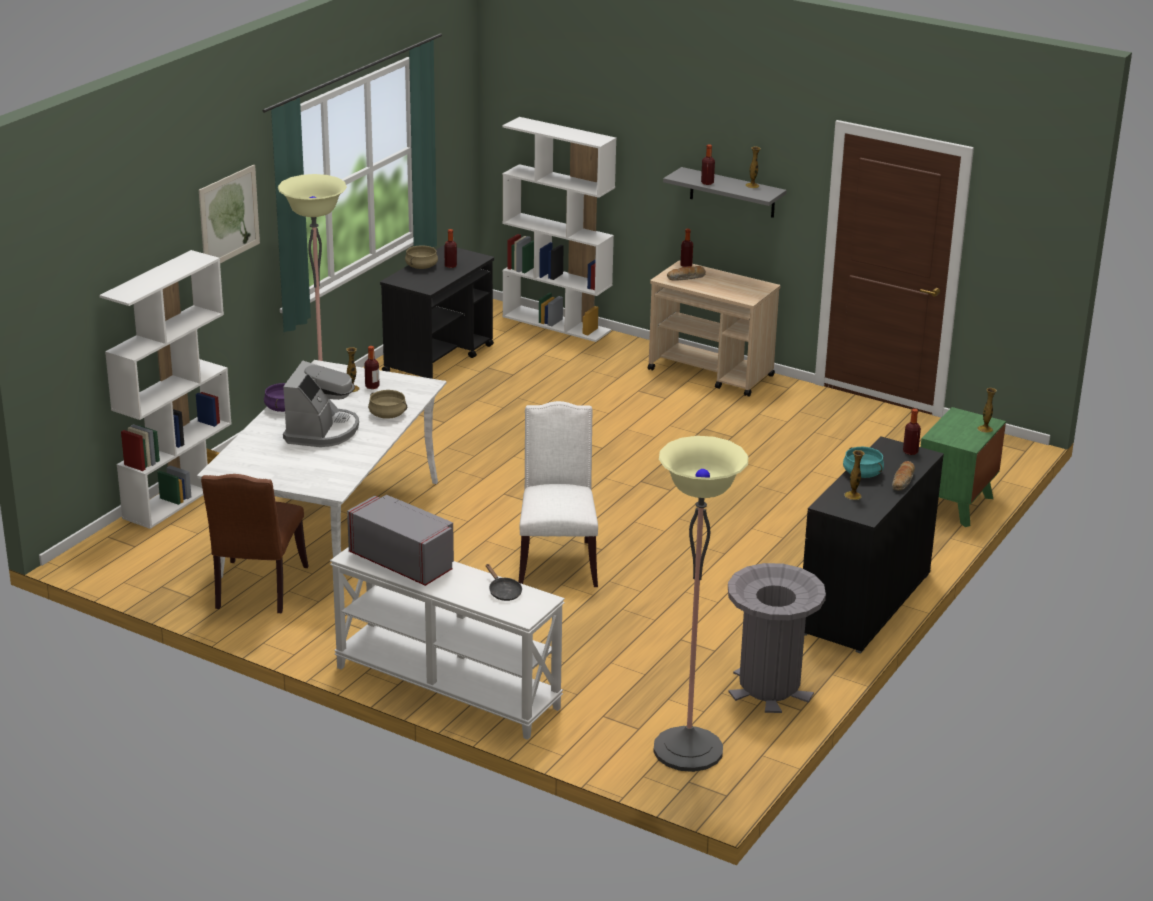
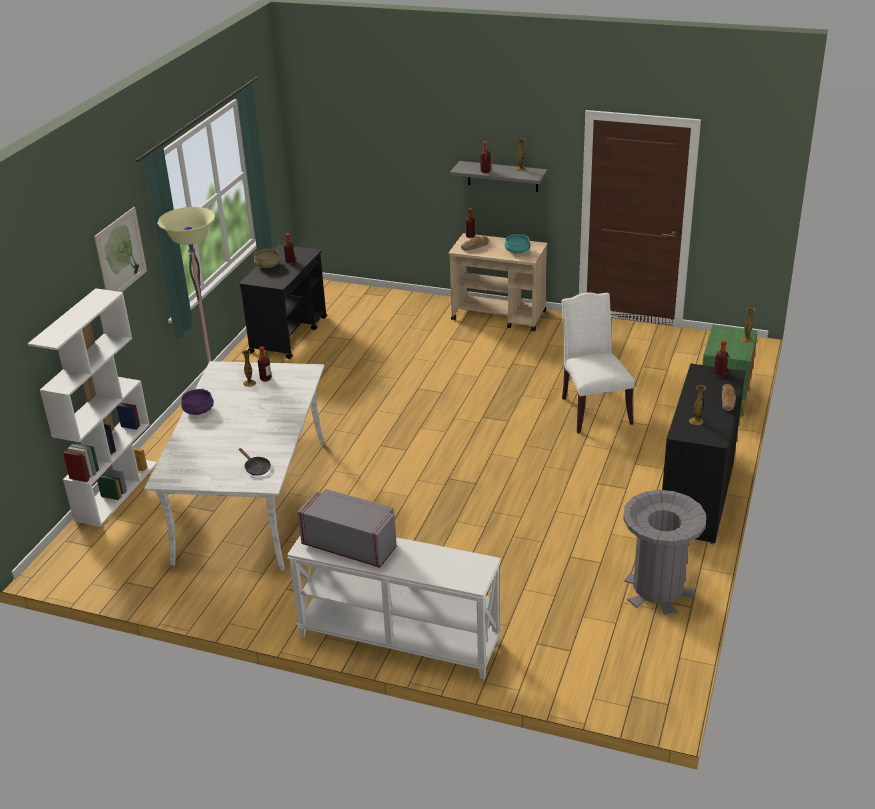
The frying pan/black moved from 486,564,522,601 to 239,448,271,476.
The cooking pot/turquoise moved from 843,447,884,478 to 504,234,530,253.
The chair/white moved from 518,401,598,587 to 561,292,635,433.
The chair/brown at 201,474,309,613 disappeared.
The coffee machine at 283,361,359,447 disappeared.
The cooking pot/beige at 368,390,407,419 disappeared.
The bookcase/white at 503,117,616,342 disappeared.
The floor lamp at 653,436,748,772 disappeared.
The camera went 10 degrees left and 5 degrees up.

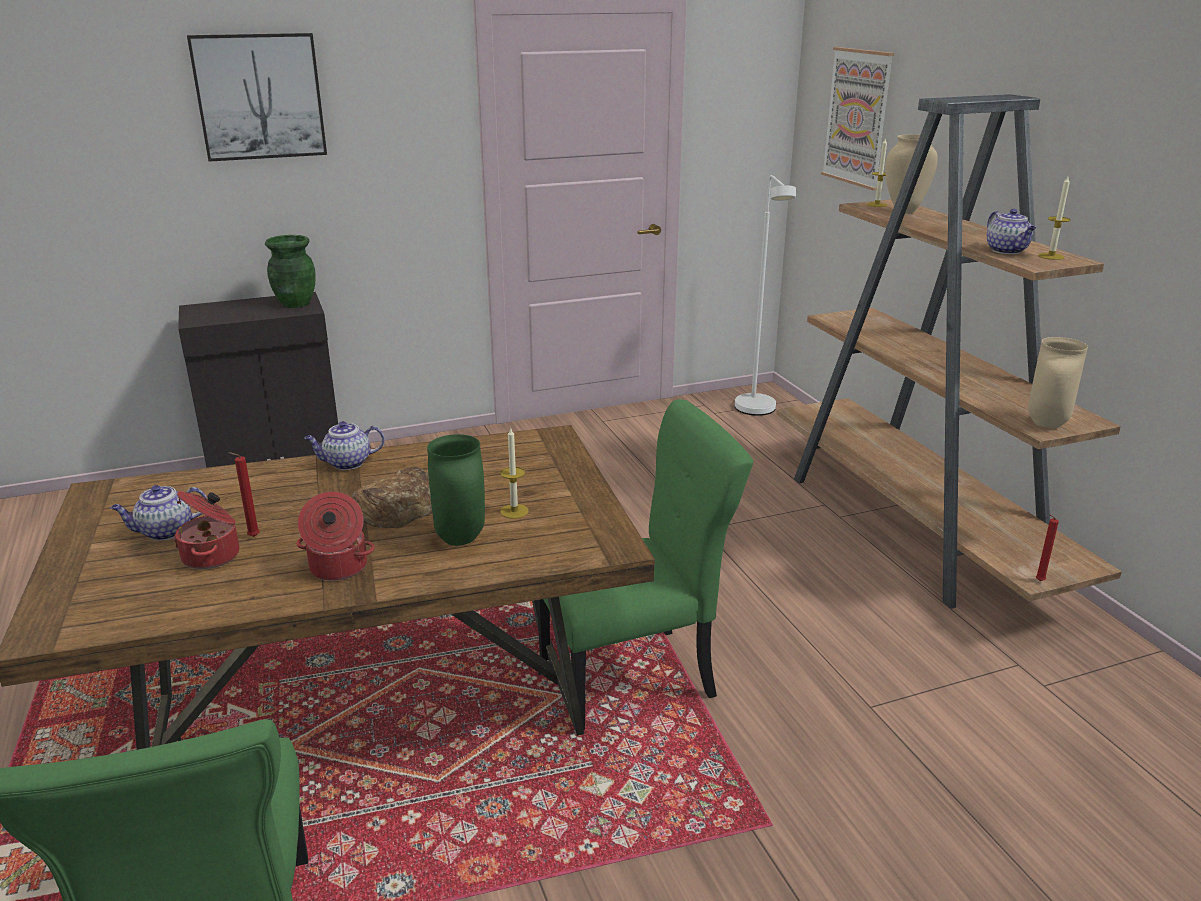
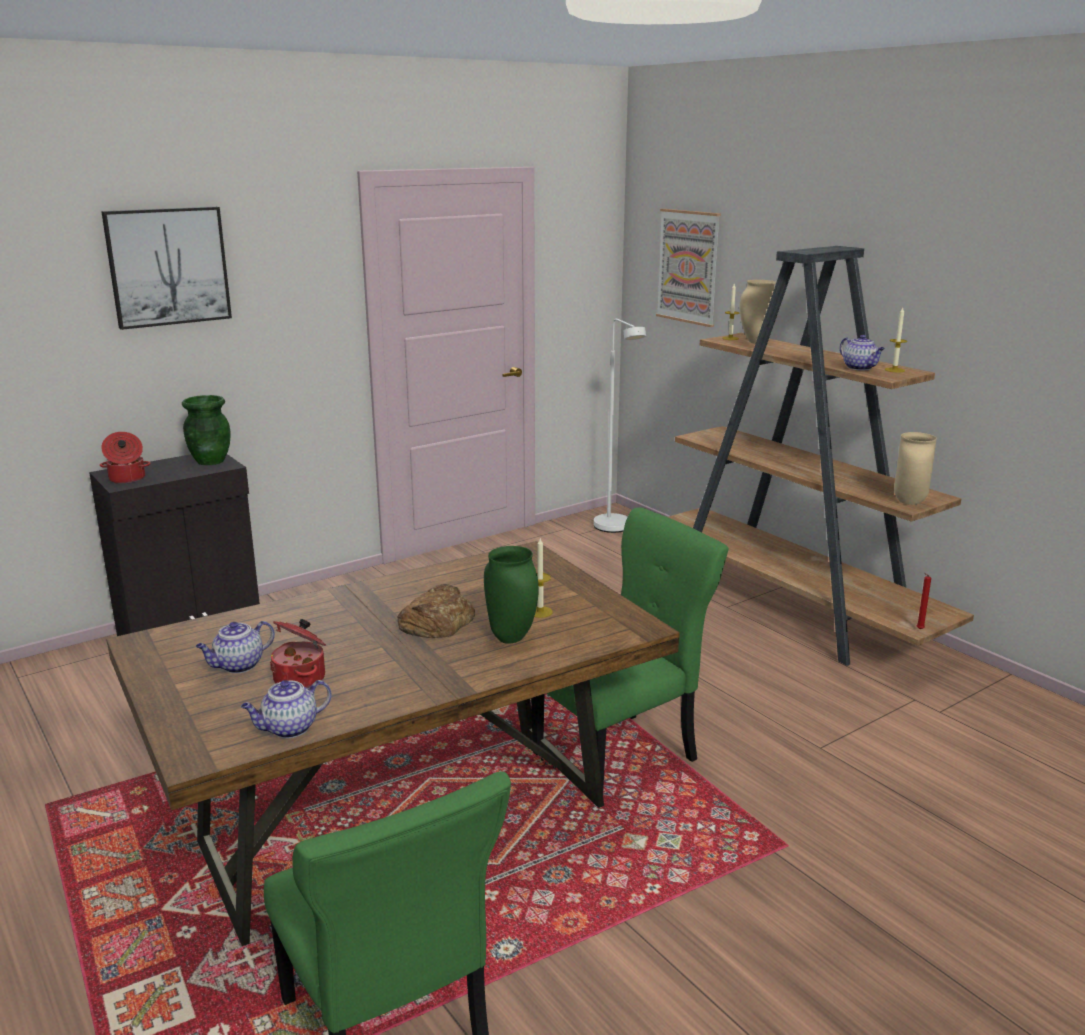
The cooking pot moved from 296,492,375,581 to 100,432,151,484.
The teapot moved from 304,421,385,470 to 241,680,332,738.
The candle/red at 228,452,260,537 disappeared.
The camera went 15 degrees left and 5 degrees down.

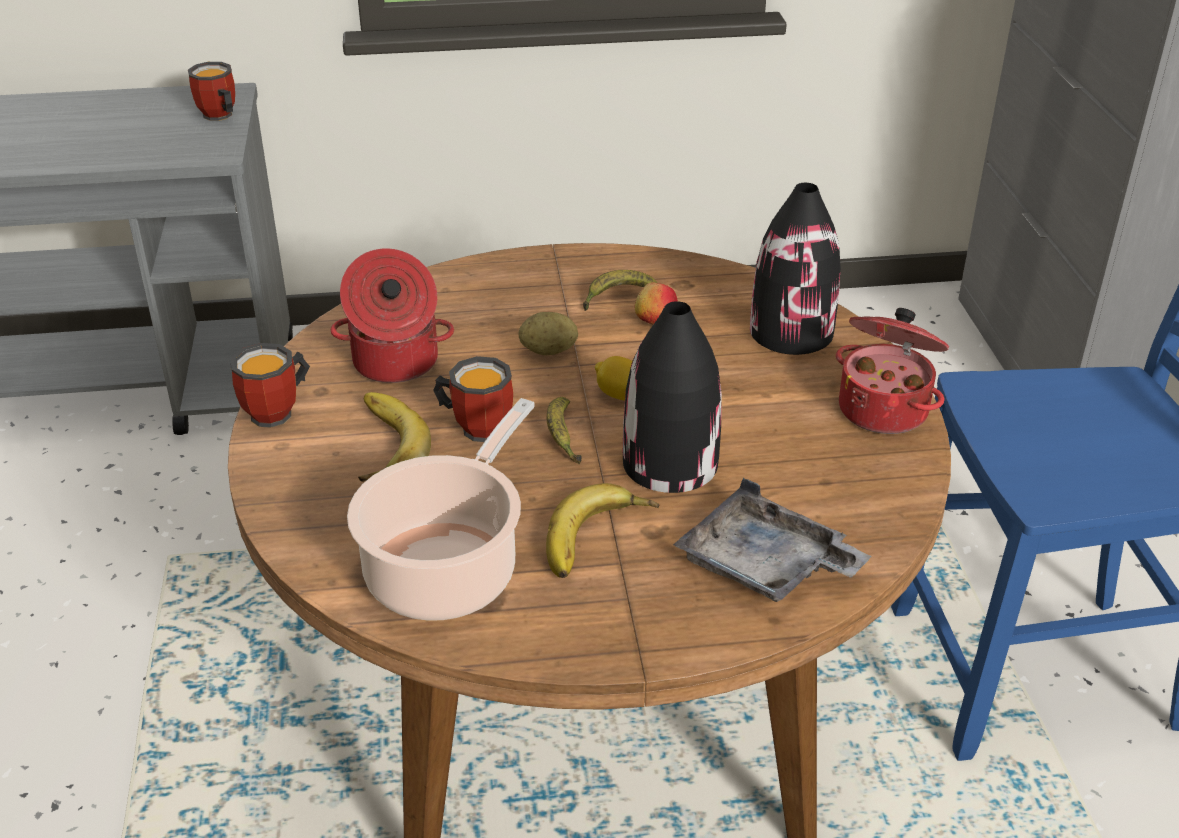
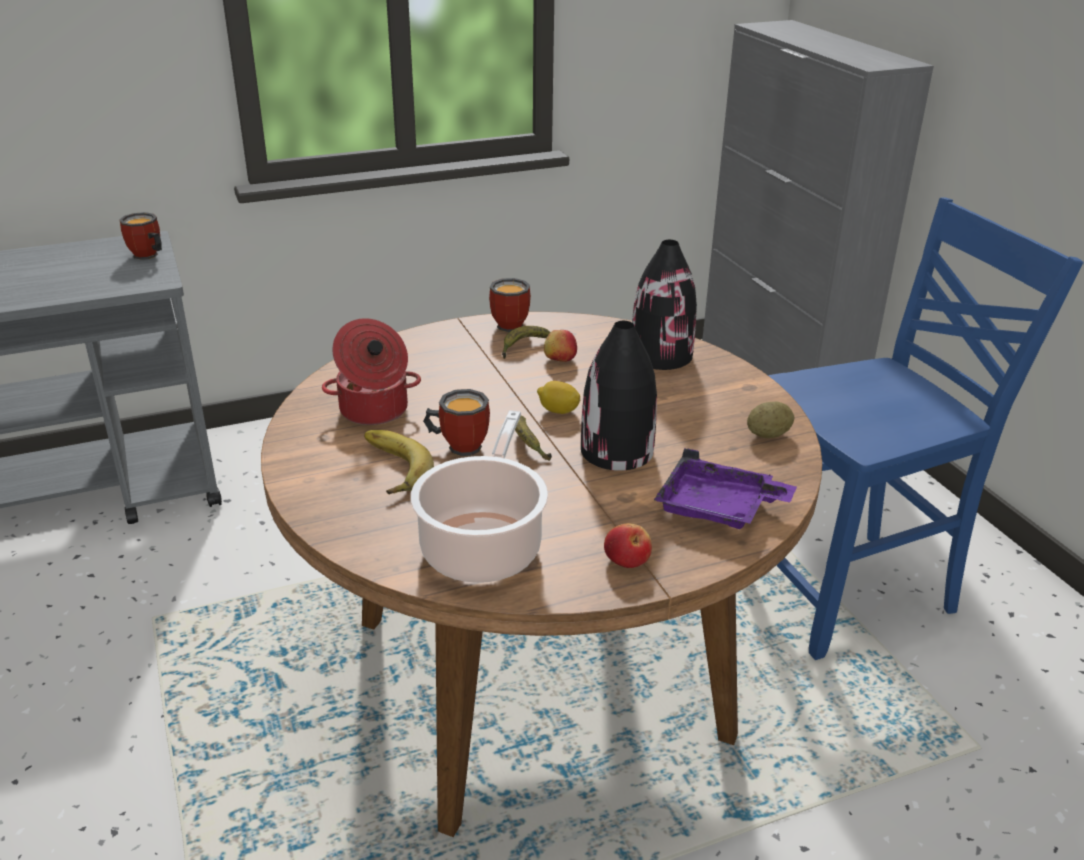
The mug moved from 231,343,310,428 to 489,278,531,332.
The apple at 604,523,652,568 appeared.
The tray/grey at 673,478,871,602 became the tray/purple at 654,448,797,529.
The potato moved from 518,312,578,355 to 747,402,794,438.
The banana at 546,483,660,578 disappeared.
The cooking pot at 836,308,949,434 disappeared.
The camera went 15 degrees left and 5 degrees down.

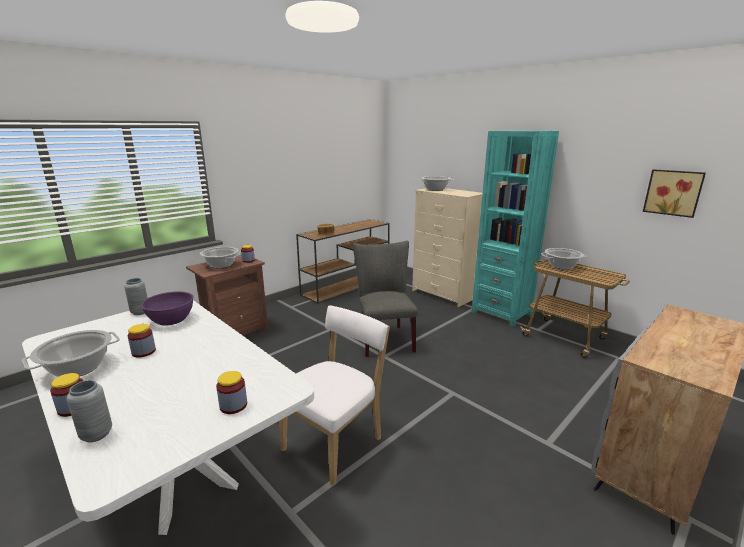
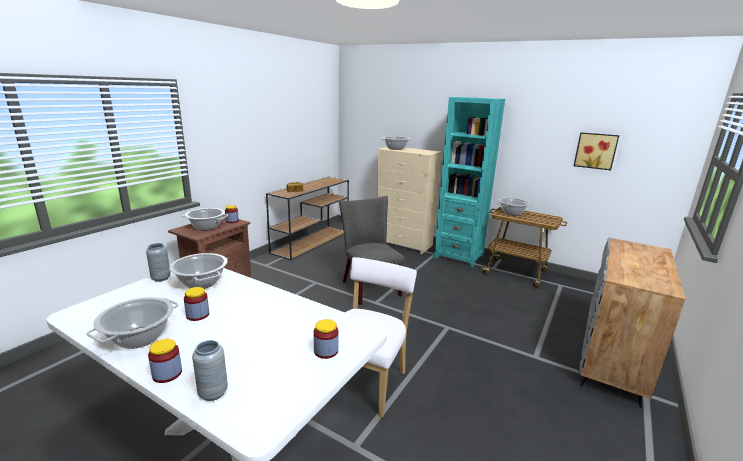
The bowl/purple at 141,291,194,325 was replaced by the cooking pot at 169,253,228,289.
The camera went 15 degrees left and 0 degrees up.

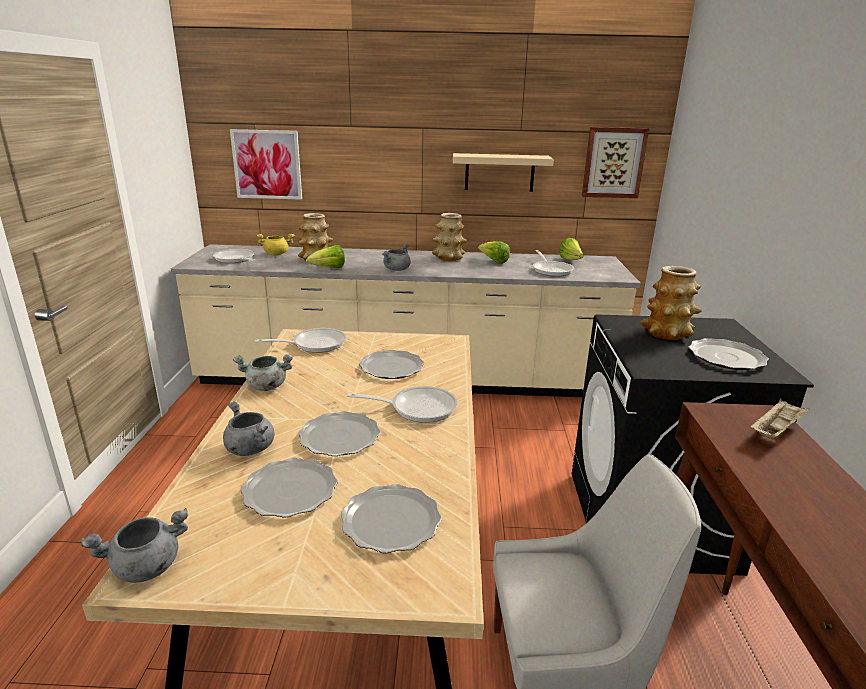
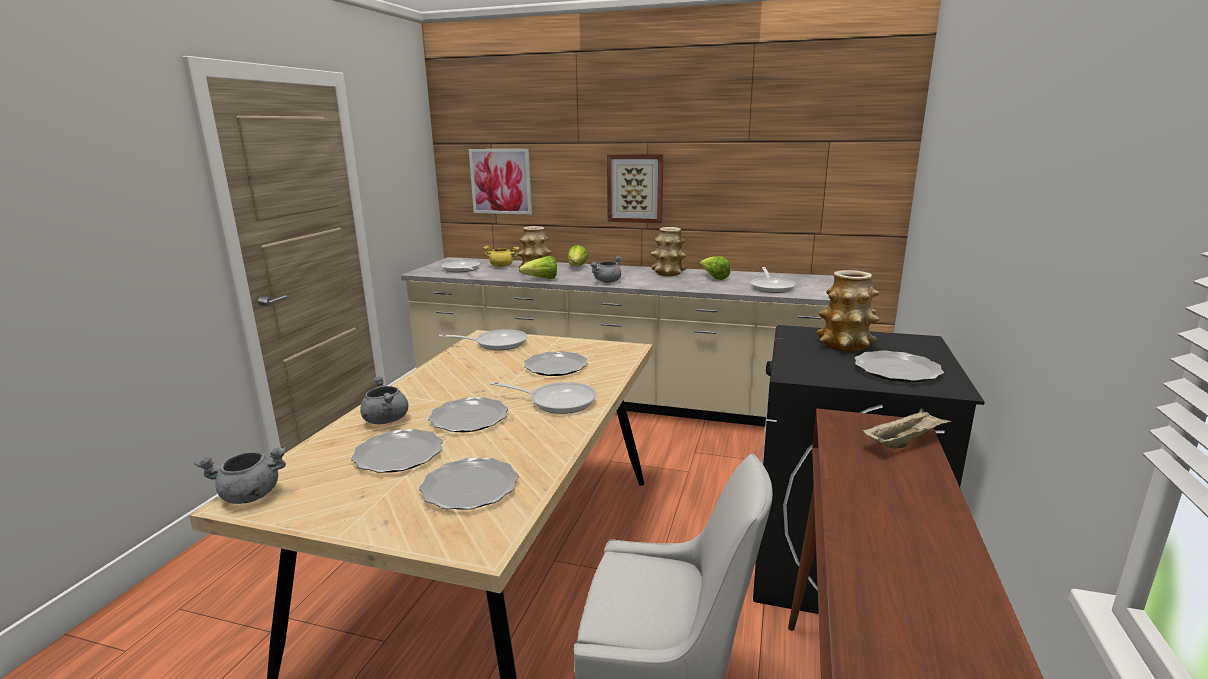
The lettuce moved from 559,238,584,260 to 568,245,588,266.
The picture moved from 582,127,649,198 to 607,154,663,223.
The cooking pot/grey at 233,354,293,391 disappeared.
The shelf/beige at 453,153,554,192 disappeared.
The camera went 15 degrees right and 5 degrees down.

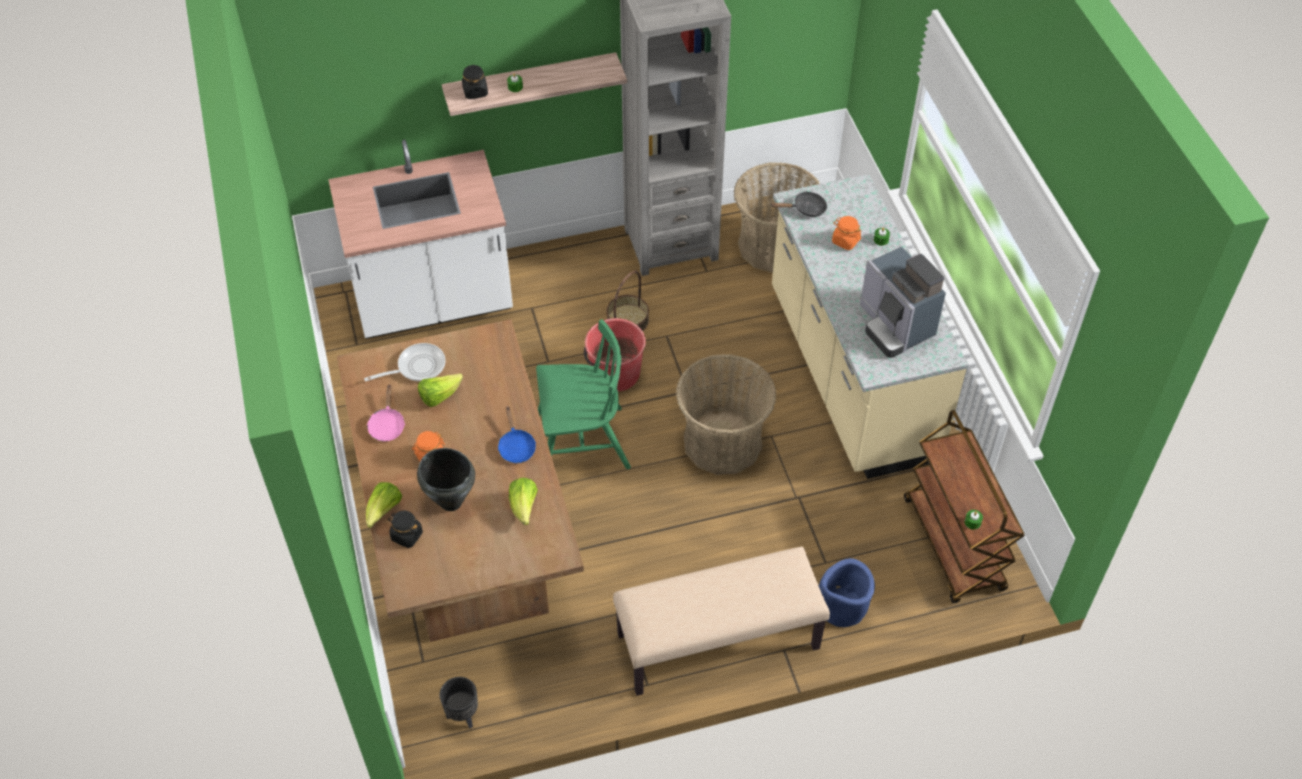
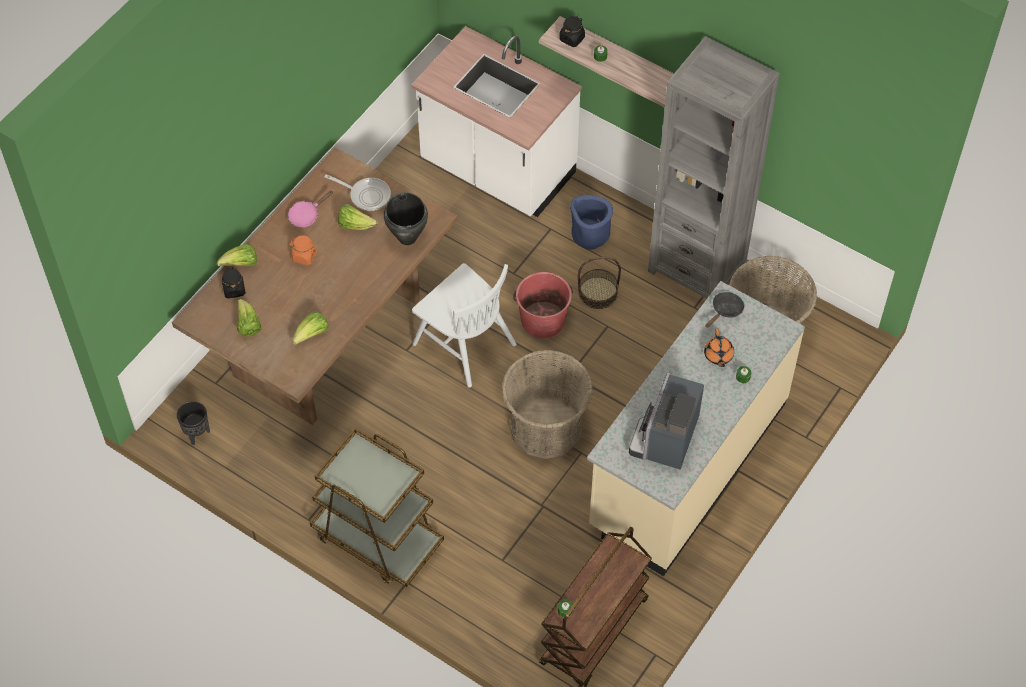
The lettuce at 237,299,261,337 appeared.
The bench/beige at 613,547,830,696 was replaced by the cart/brown at 310,428,444,587.
The cooking pot/black moved from 417,448,475,511 to 384,192,428,245.
The chair/green at 536,319,631,469 became the chair/white at 412,263,516,388.
The planter/blue moved from 819,558,875,627 to 570,195,613,250.
The jar/orange at 832,216,861,250 was replaced by the teapot/orange at 704,329,734,367.
The frying pan/black at 771,191,827,217 turned 90 degrees counterclockwise.
The frying pan/blue at 498,407,536,463 disappeared.
The camera went 50 degrees right and 5 degrees up.

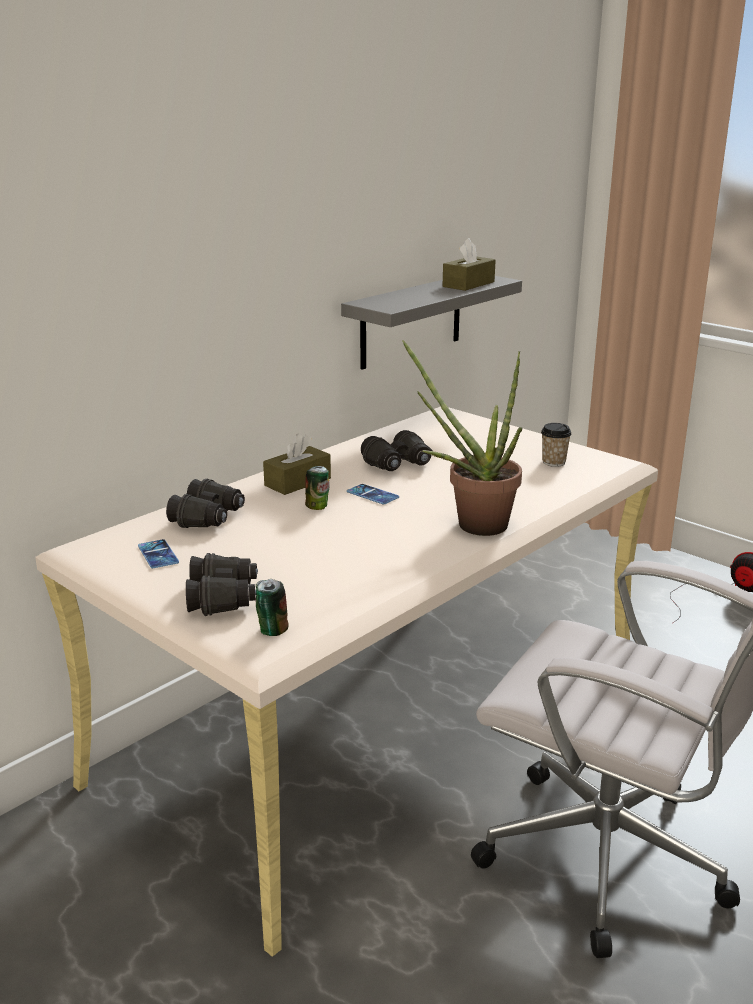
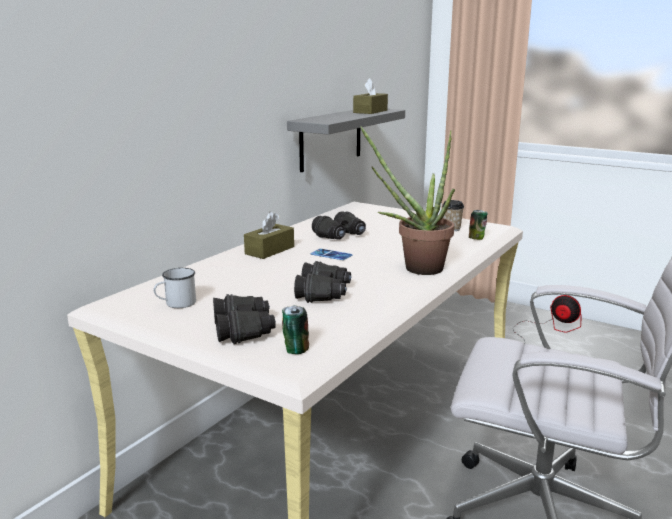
The phone at 138,539,179,568 was replaced by the mug/white at 154,268,196,308.
The binoculars/black moved from 166,479,245,528 to 294,261,351,303.
The can moved from 305,466,330,510 to 469,210,488,240.
The camera went 10 degrees left and 5 degrees down.

